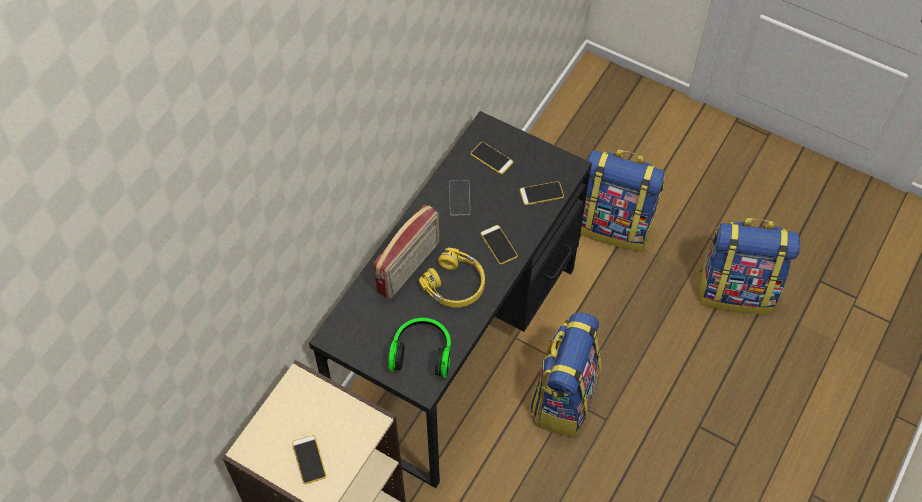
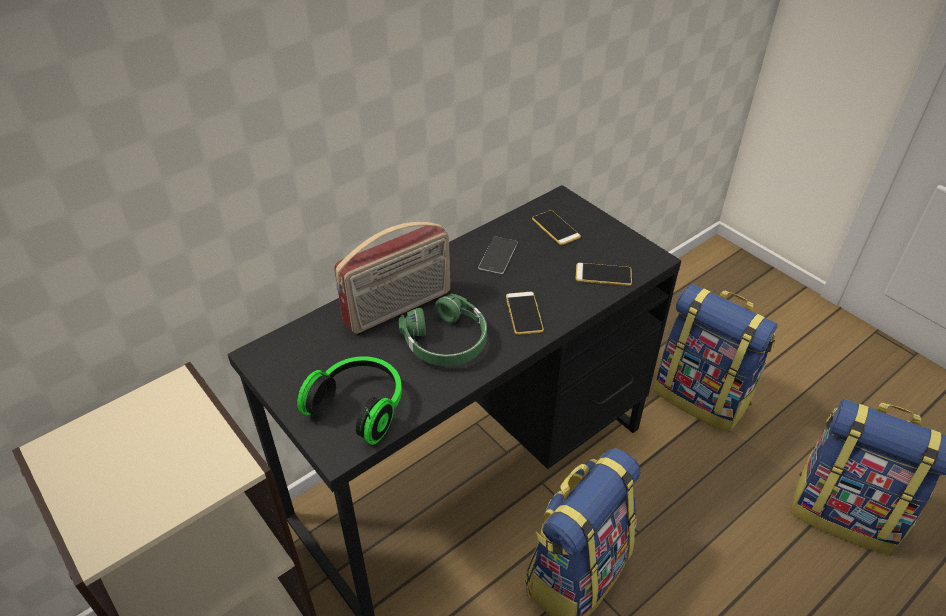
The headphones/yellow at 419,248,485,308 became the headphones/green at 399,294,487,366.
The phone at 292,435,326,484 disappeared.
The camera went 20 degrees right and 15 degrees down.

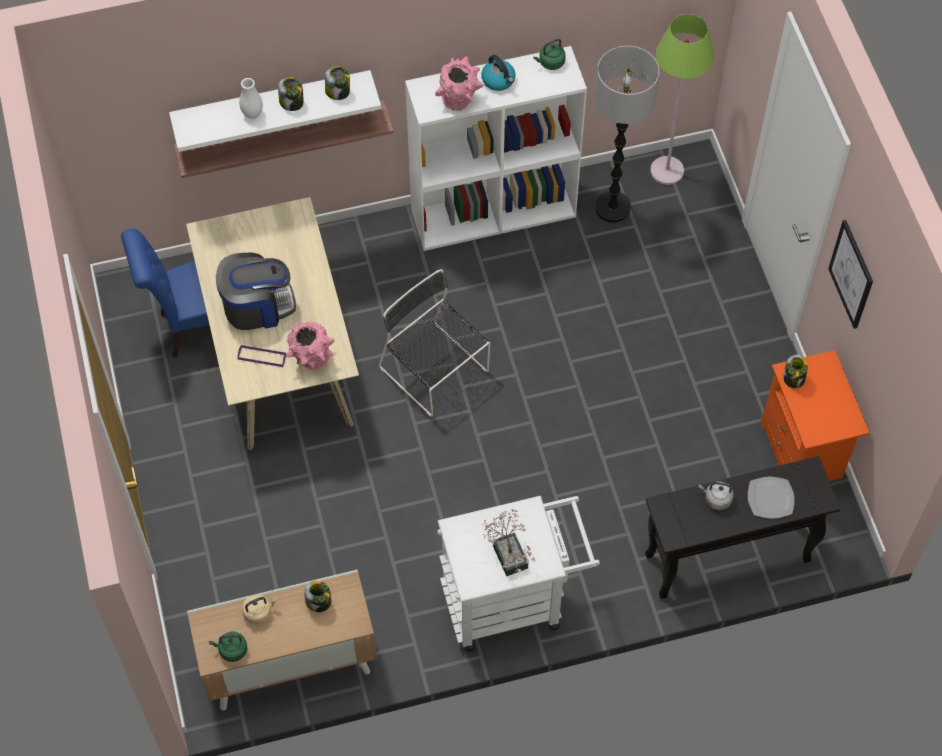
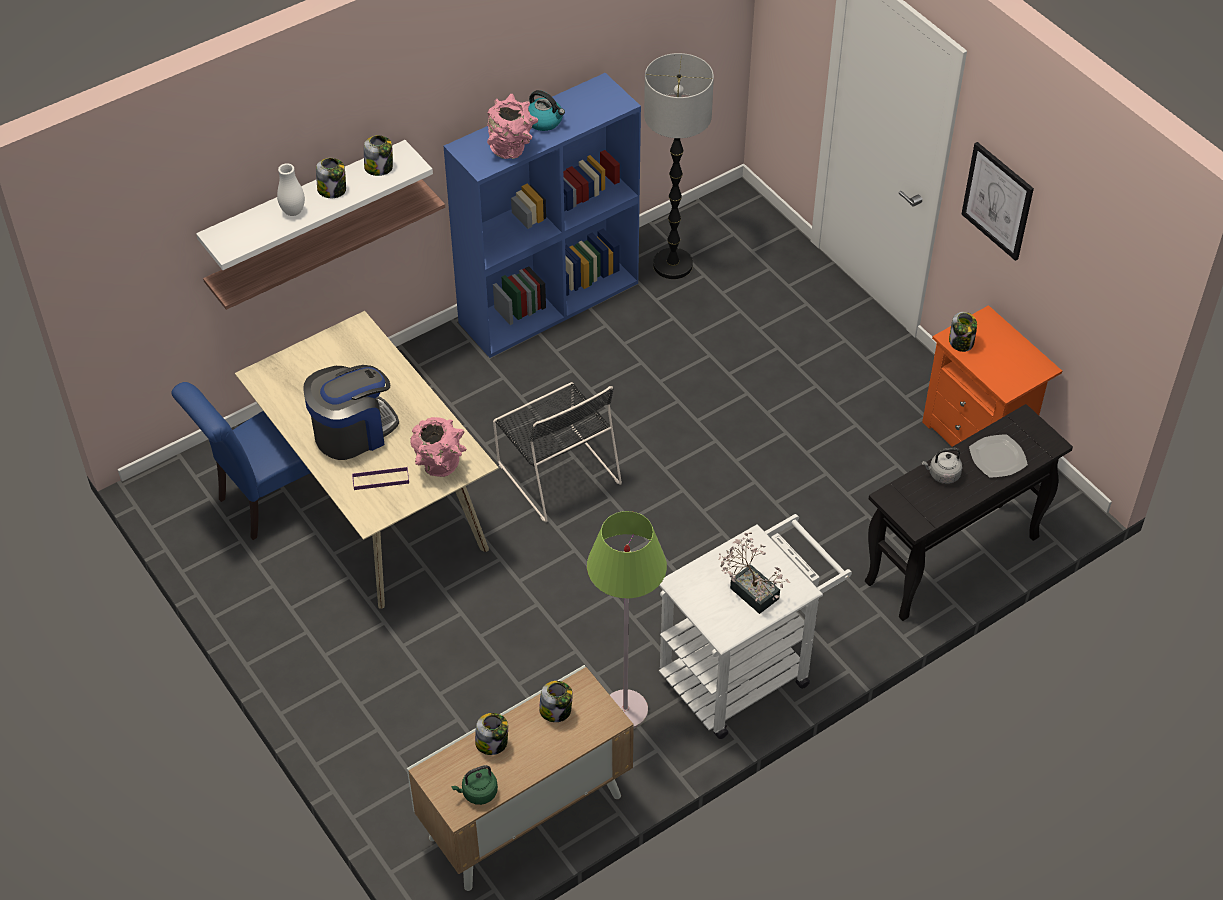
The bookcase/white at 405,46,587,251 became the bookcase/blue at 444,73,641,358.
The kettle/beige at 242,595,278,624 was replaced by the jar at 475,713,508,755.
The chair/black at 379,269,490,417 turned 150 degrees counterclockwise.
The floor lamp/green moved from 650,14,714,185 to 587,511,667,729.
The kettle/green at 533,39,566,70 disappeared.
The camera went 20 degrees left and 10 degrees down.

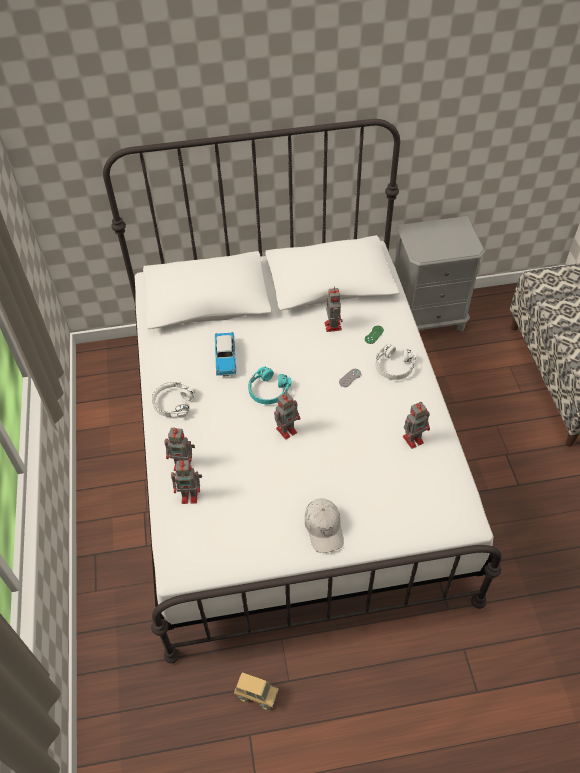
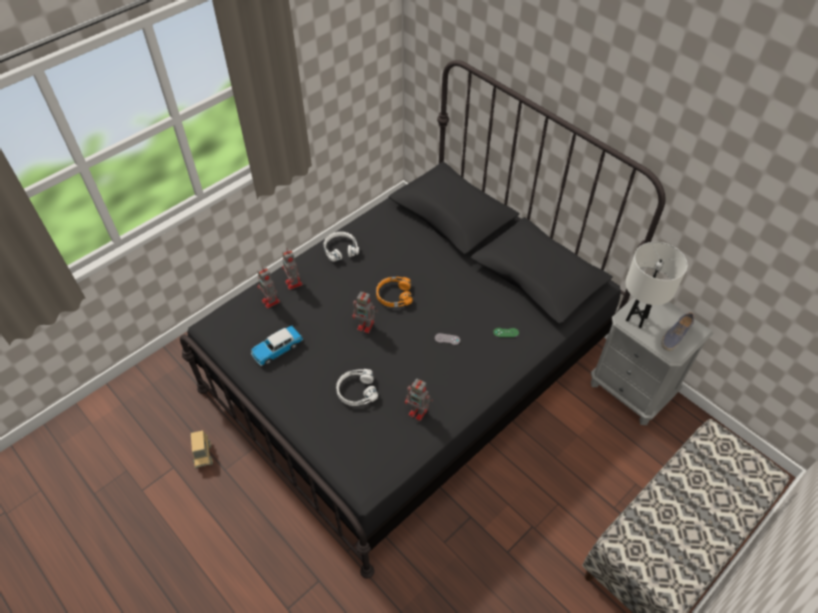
The bed/white at 103,119,501,663 became the bed/black at 180,60,666,578.
The toy car moved from 215,332,237,377 to 251,325,303,366.
The headphones/white moved from 375,344,416,380 to 336,369,378,406.
The headphones/turquoise at 248,366,291,404 became the headphones/orange at 376,277,412,307.
The table lamp/white at 625,242,687,328 appeared.
The shoe at 661,312,695,351 appeared.
The cap/white at 305,499,344,553 disappeared.
The toy robot at 325,286,343,332 disappeared.
The camera went 55 degrees right and 0 degrees up.

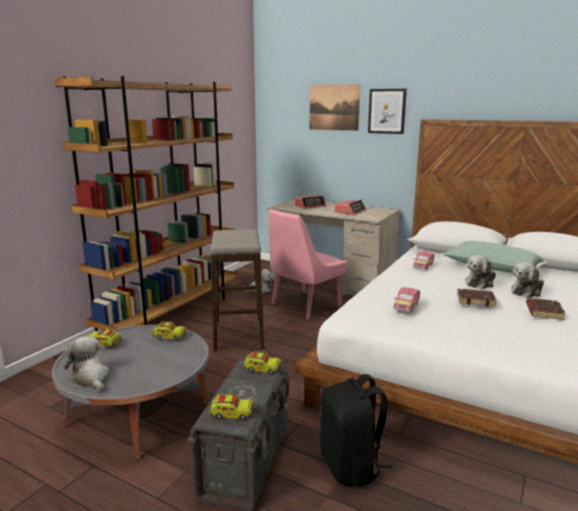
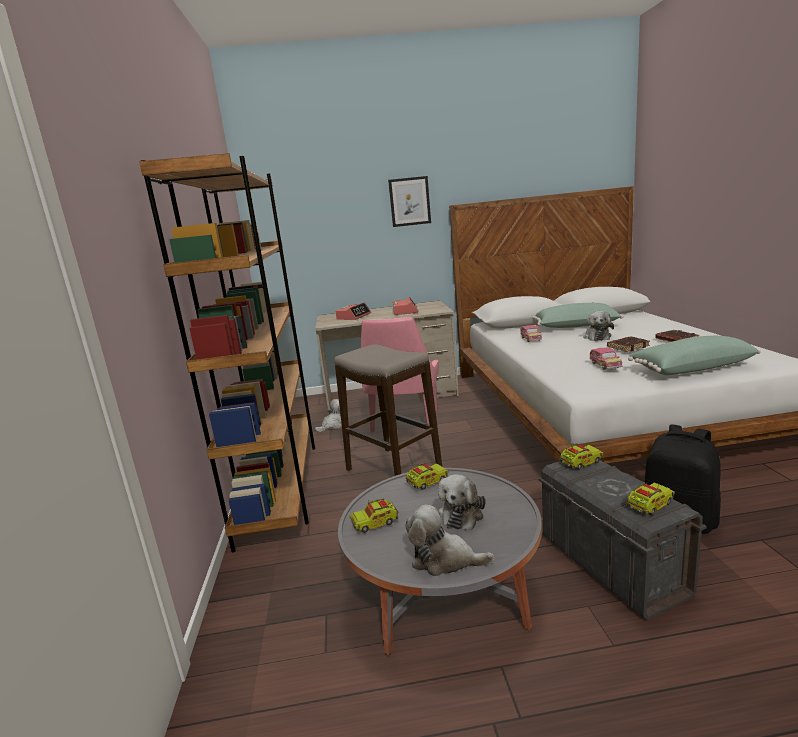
The plush toy moved from 511,262,544,298 to 438,474,486,530.
The pillow/green at 628,336,761,375 appeared.
The picture at 310,84,360,131 disappeared.
The camera went 35 degrees left and 0 degrees up.

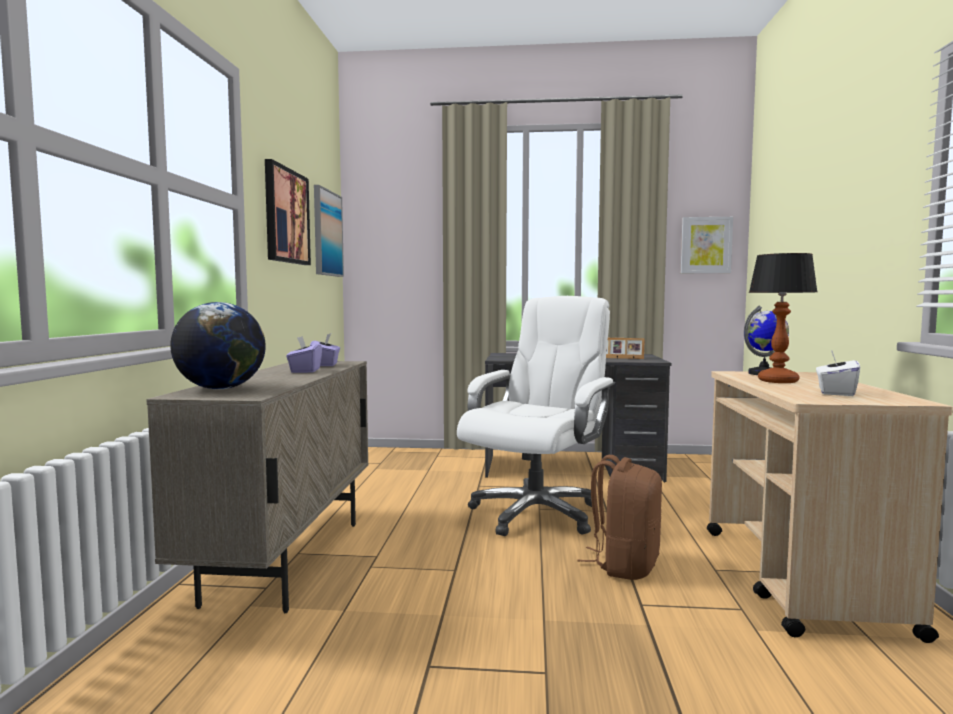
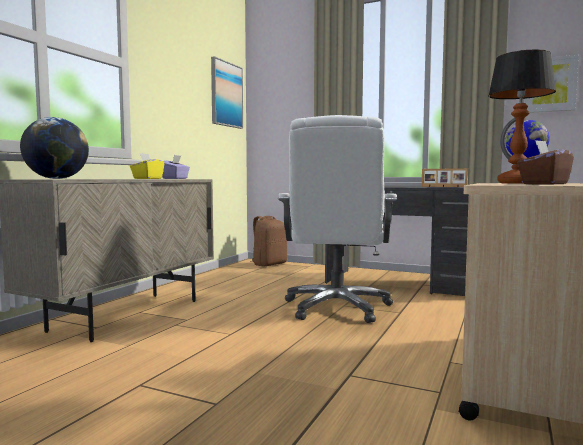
The tissue box/purple at 286,336,322,373 became the tissue box/yellow at 130,153,164,179.
The backpack/brown moved from 577,455,662,580 to 252,216,288,267.
The office chair/white at 457,296,616,536 turned 135 degrees clockwise.
The tissue box/white at 816,351,860,396 became the tissue box/brown at 517,140,574,185.
The picture at 265,159,311,265 disappeared.
The camera went 20 degrees right and 0 degrees up.

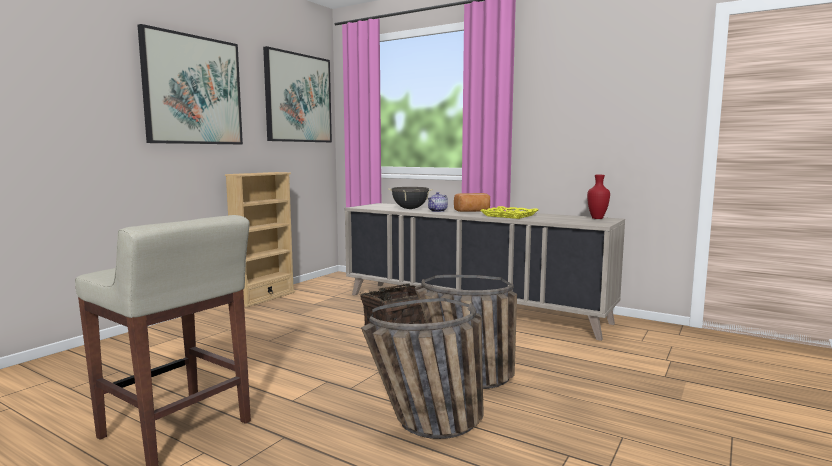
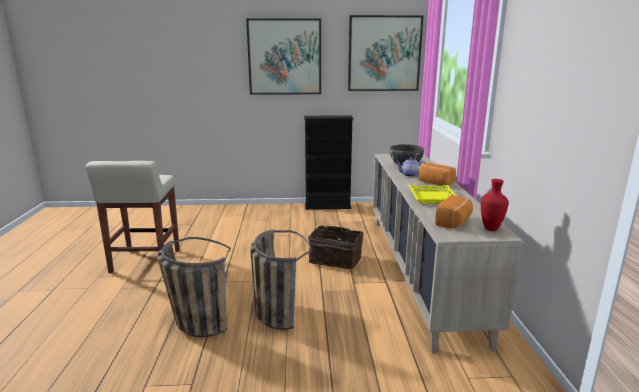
The bookcase/beige at 225,172,295,307 became the bookcase/black at 304,115,353,210.
The bread at 435,195,473,228 appeared.
The camera went 55 degrees right and 10 degrees up.

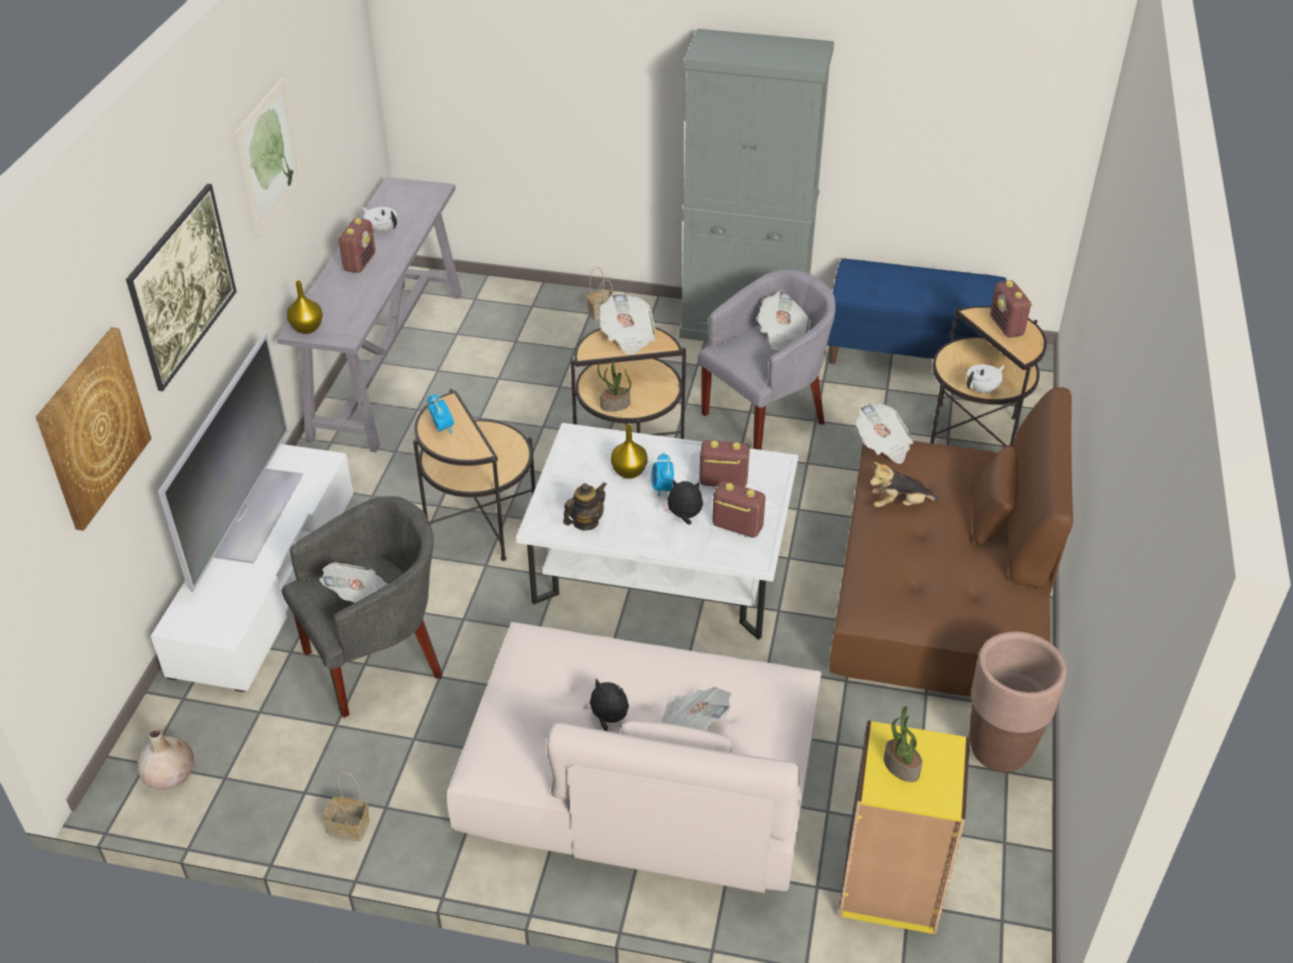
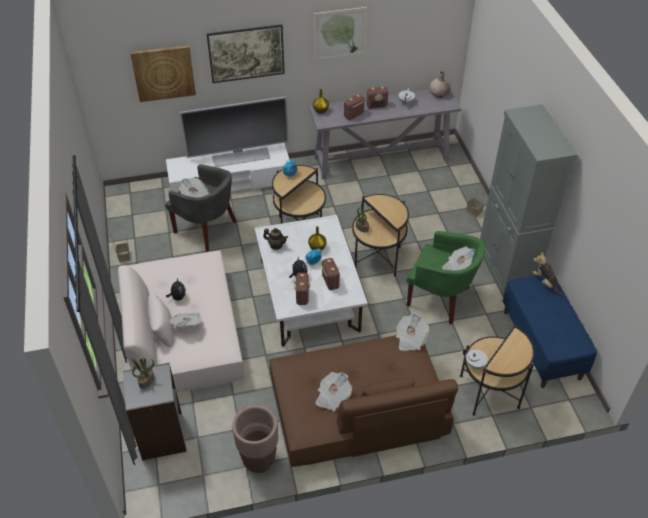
The bookcase/yellow at 838,720,970,935 became the bookcase/grey at 123,363,187,460.
The newspaper moved from 600,292,656,355 to 315,372,352,411.
The radio moved from 990,280,1033,338 to 344,94,364,120.
The armchair/grey at 698,270,835,450 became the armchair/green at 407,231,485,325.
The vase/beige moved from 137,728,194,790 to 429,71,450,98.
The plush toy moved from 870,462,940,507 to 533,252,562,296.
The camera went 65 degrees right and 5 degrees up.

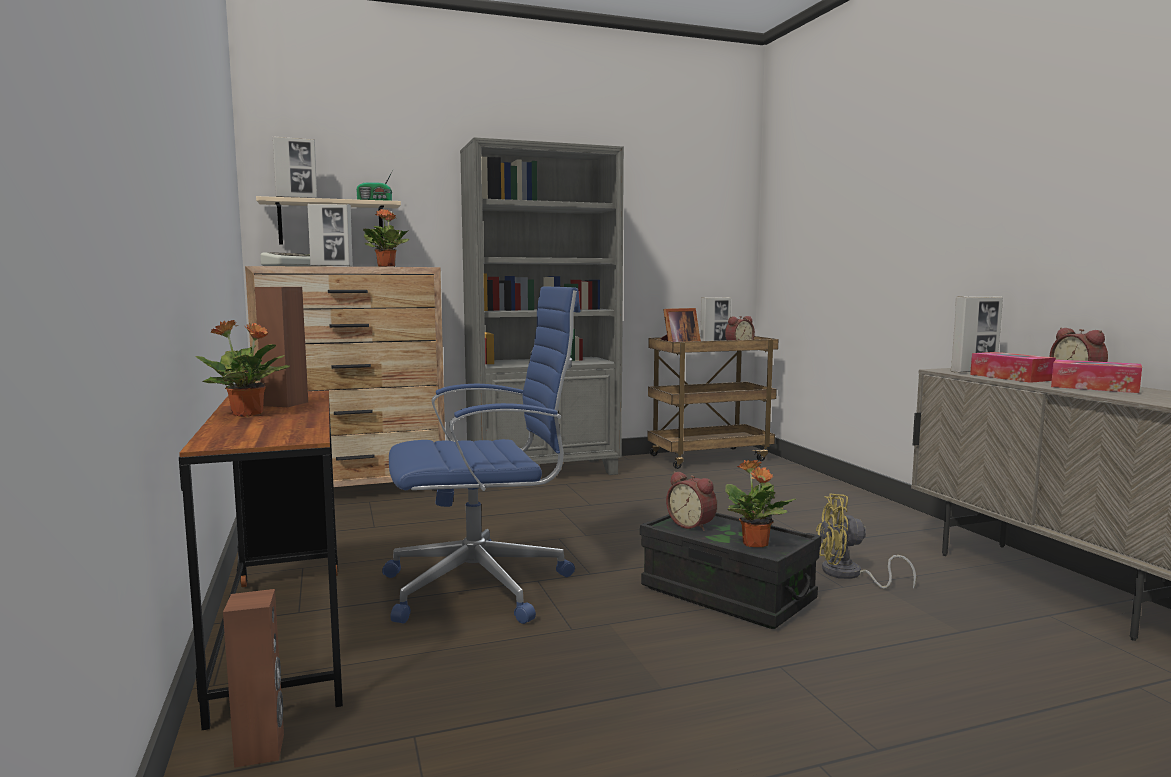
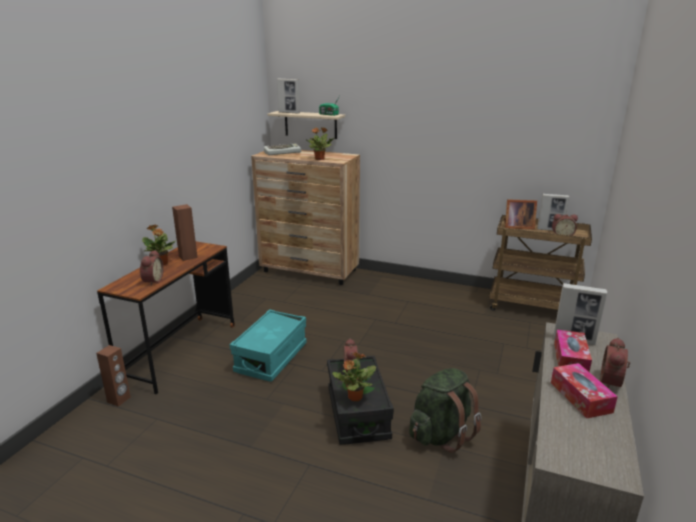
The alarm clock at 140,250,164,286 appeared.
The office chair/blue at 382,286,581,624 was replaced by the storage box/turquoise at 229,309,307,382.
The fan/yellow at 816,493,916,589 was replaced by the backpack/green at 409,368,482,453.
The picture frame at 307,204,353,266 disappeared.
The bookcase/grey at 460,137,624,475 disappeared.
The camera went 40 degrees right and 15 degrees up.

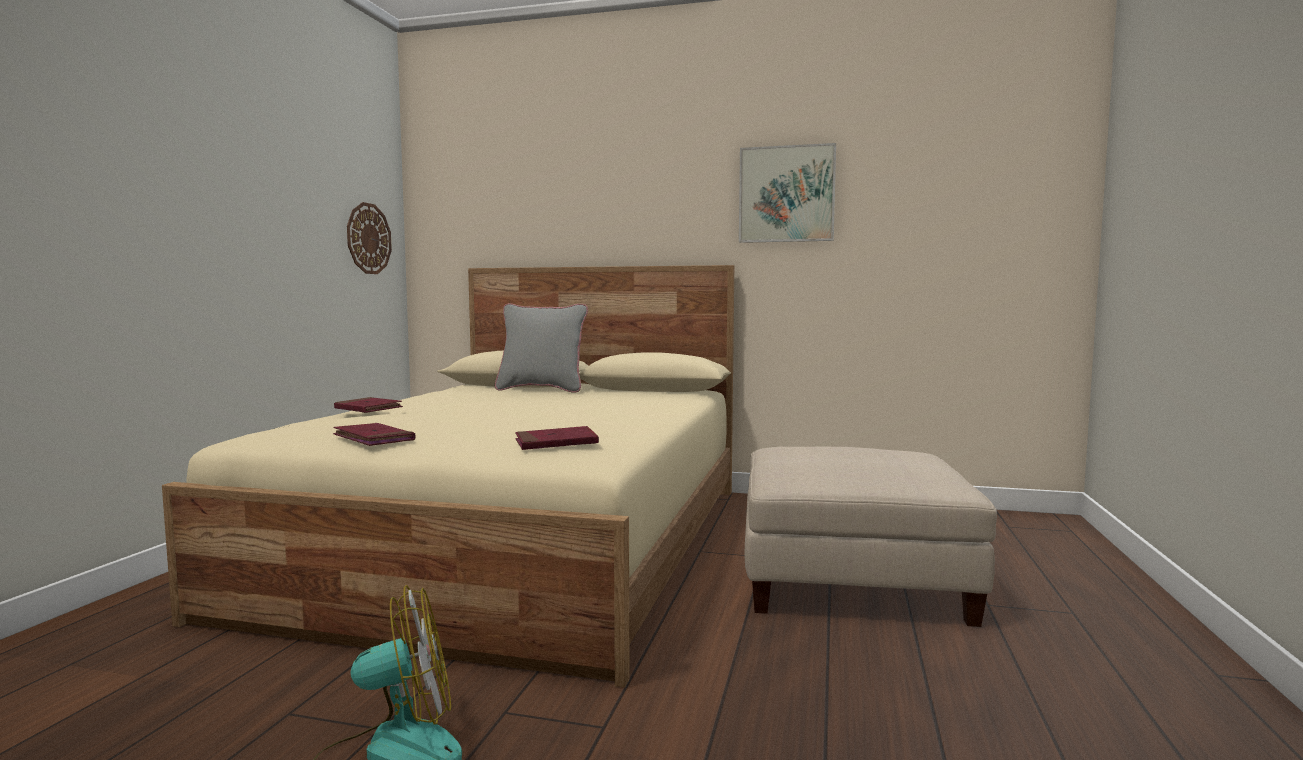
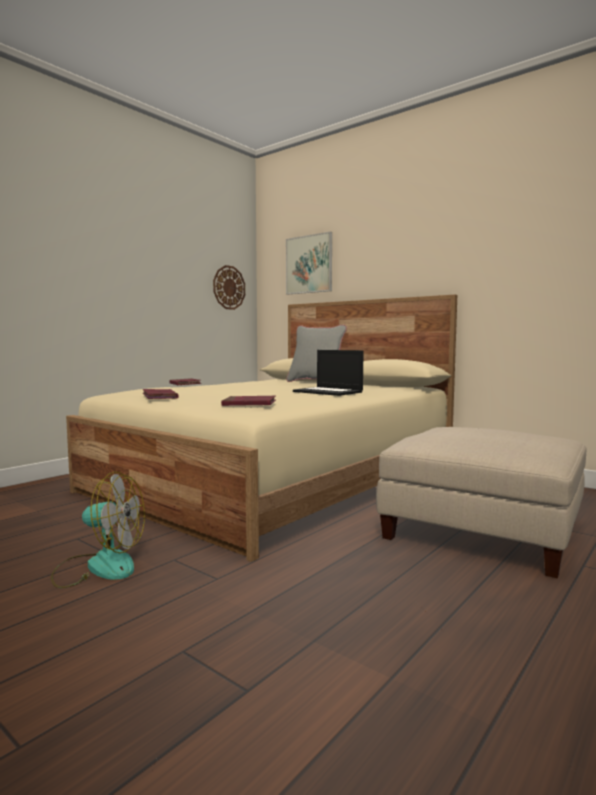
The picture moved from 739,143,836,243 to 286,232,332,294.
The laptop at 293,350,364,396 appeared.
The camera went 25 degrees right and 0 degrees up.

